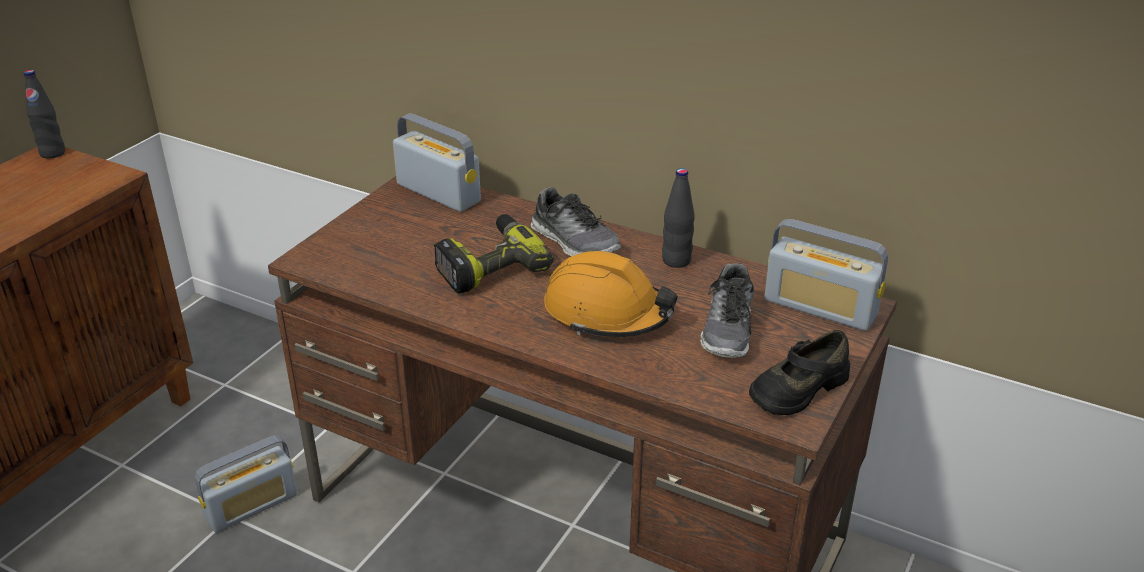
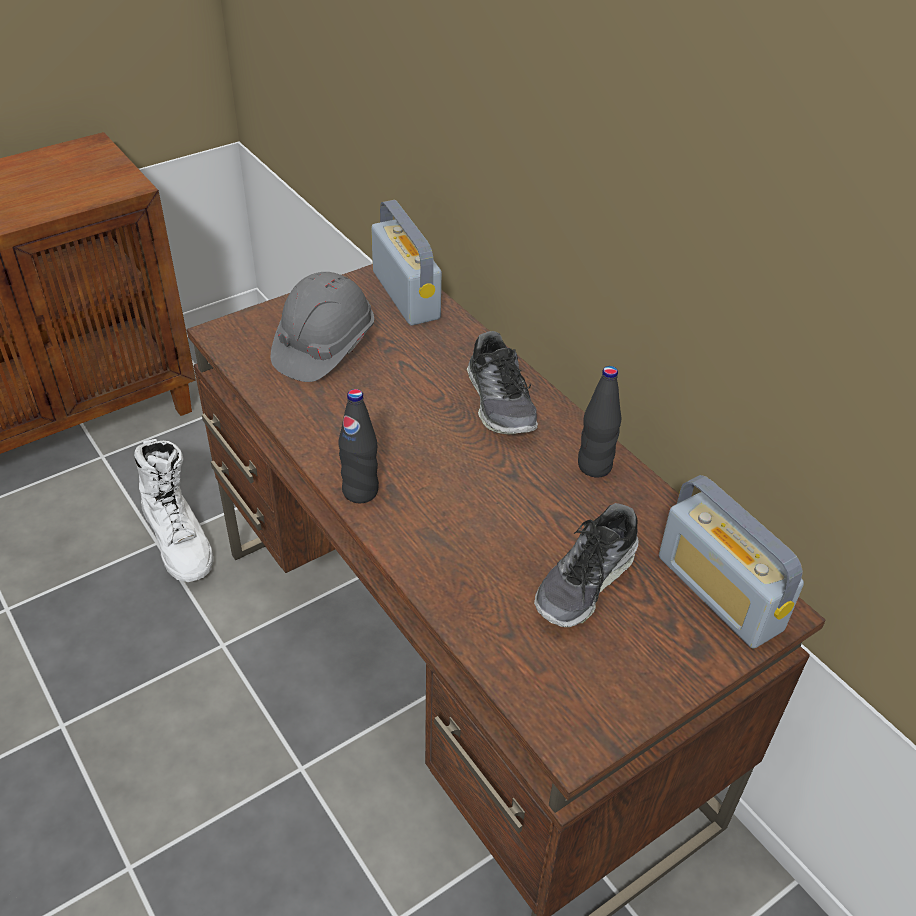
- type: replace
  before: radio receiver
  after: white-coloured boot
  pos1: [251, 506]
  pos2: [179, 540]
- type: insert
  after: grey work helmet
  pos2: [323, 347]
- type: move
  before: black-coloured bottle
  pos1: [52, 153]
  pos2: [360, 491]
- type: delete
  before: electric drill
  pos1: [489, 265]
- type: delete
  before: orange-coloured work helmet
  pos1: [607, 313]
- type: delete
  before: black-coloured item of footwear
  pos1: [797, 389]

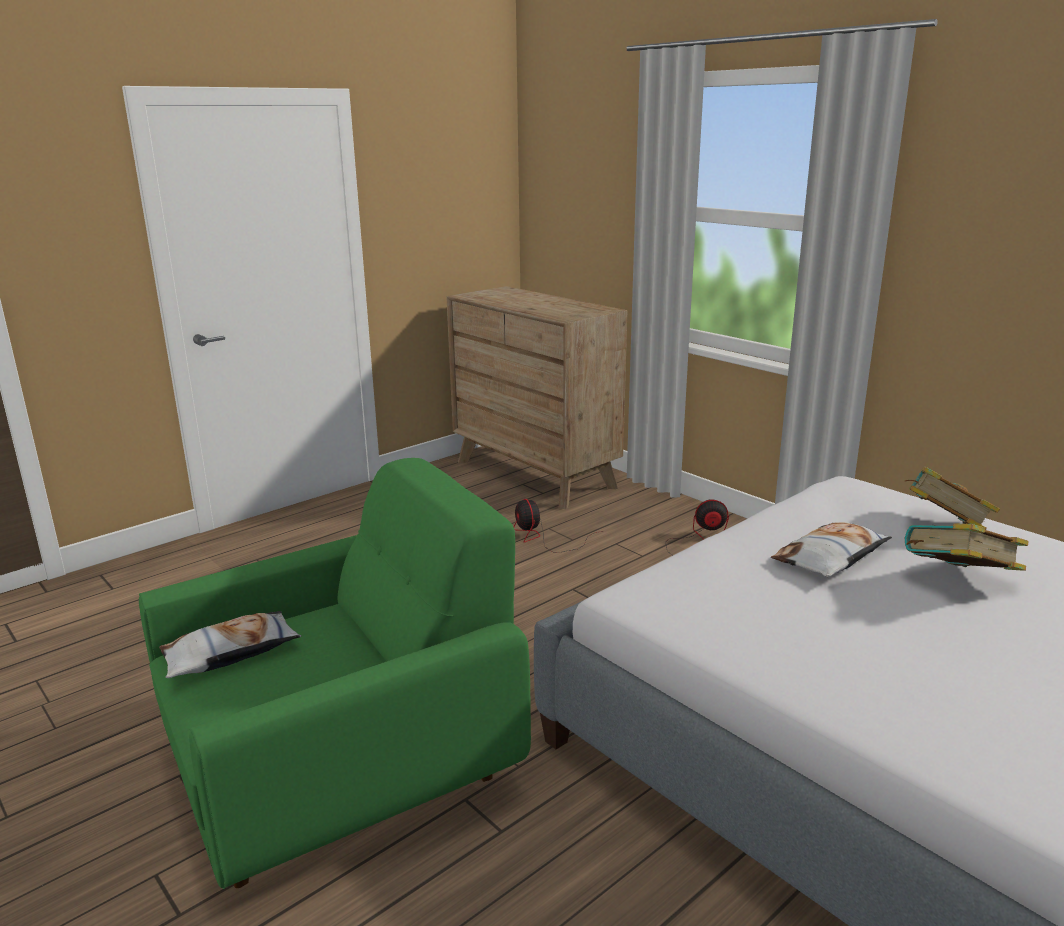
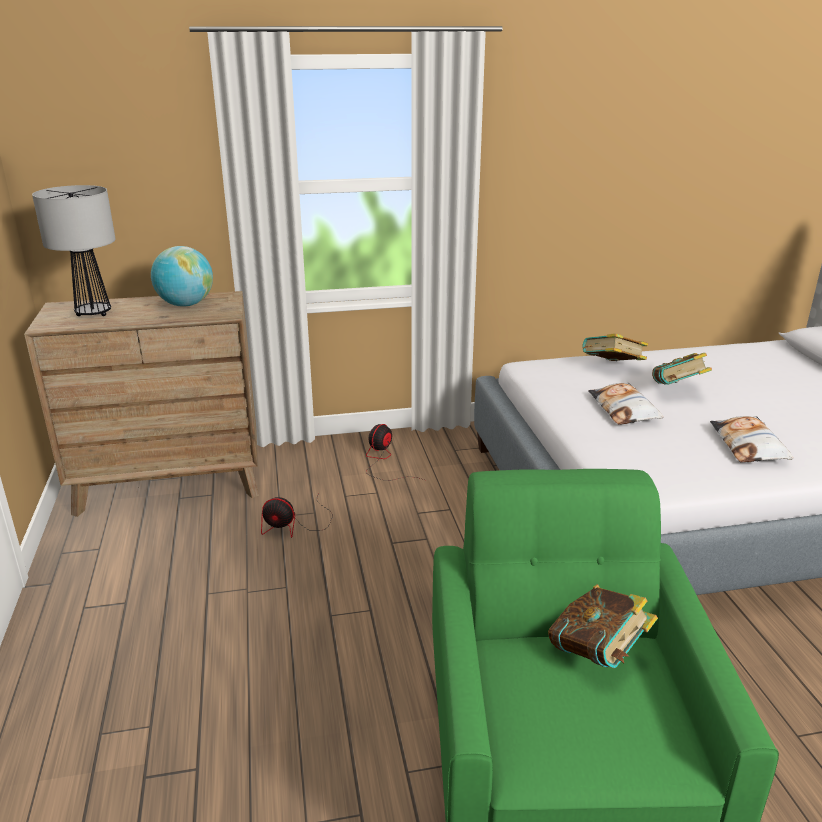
- type: insert
  after: tabletop lamp
  pos2: [93, 313]
- type: insert
  after: world globe
  pos2: [186, 304]
- type: insert
  after: volume
  pos2: [597, 652]
- type: move
  before: cushion
  pos1: [230, 653]
  pos2: [748, 446]

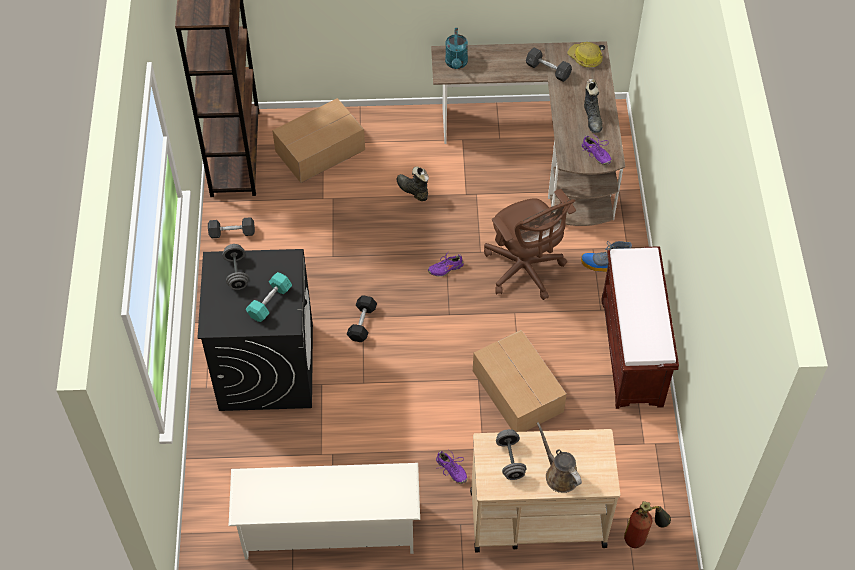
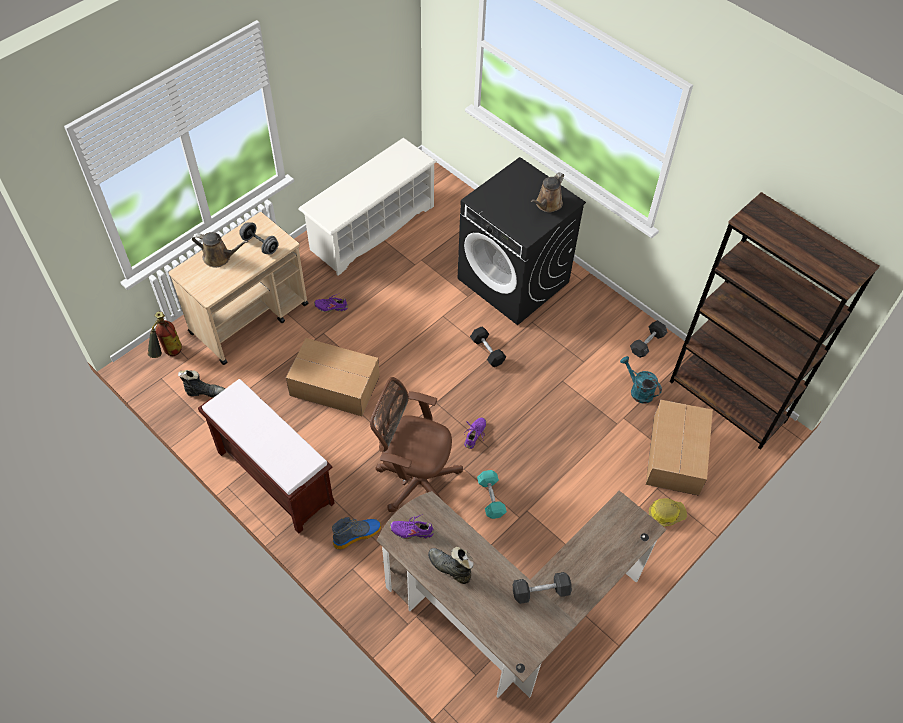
- type: move
  before: black-coloured boot
  pos1: [412, 190]
  pos2: [205, 392]
- type: move
  before: turquoise dumbbell
  pos1: [270, 302]
  pos2: [491, 498]
- type: replace
  before: grey dumbbell
  after: brownish watering can
  pos1: [237, 273]
  pos2: [547, 204]
- type: move
  before: turquoise watering can
  pos1: [456, 64]
  pos2: [638, 390]
- type: move
  before: work helmet
  pos1: [585, 58]
  pos2: [666, 514]

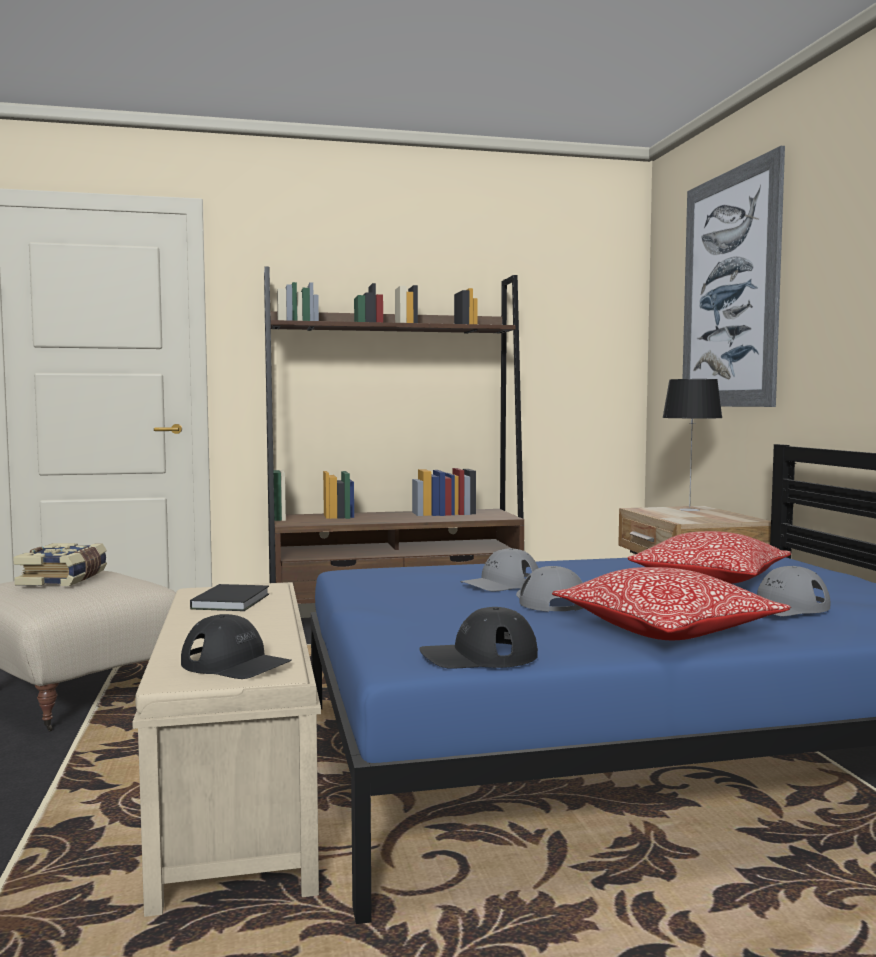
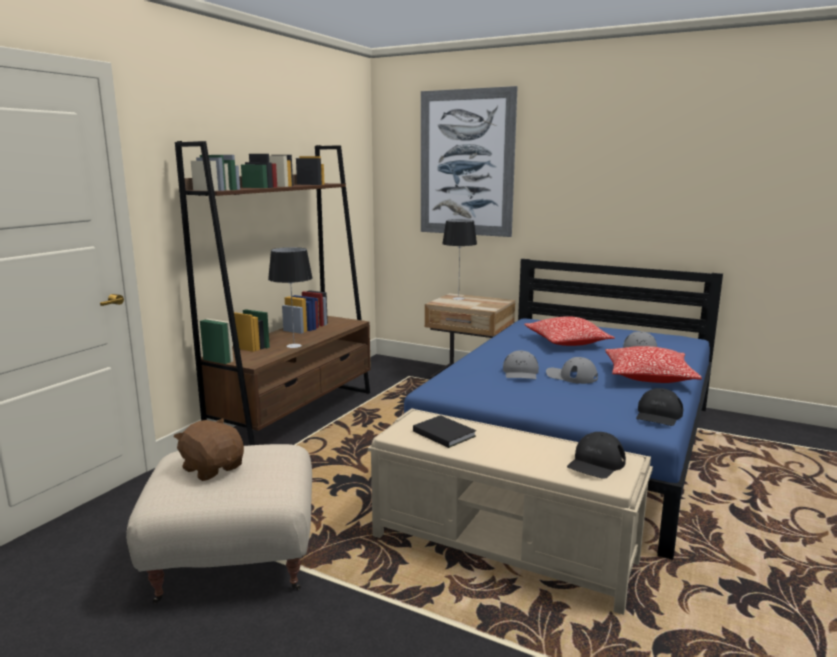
- type: replace
  before: volume
  after: brownish cuddly toy
  pos1: [65, 579]
  pos2: [213, 468]
- type: insert
  after: tabletop lamp
  pos2: [294, 345]
- type: rotate
  before: black-coloured peaked cap
  pos1: [235, 664]
  pos2: [596, 463]
  turn: 150

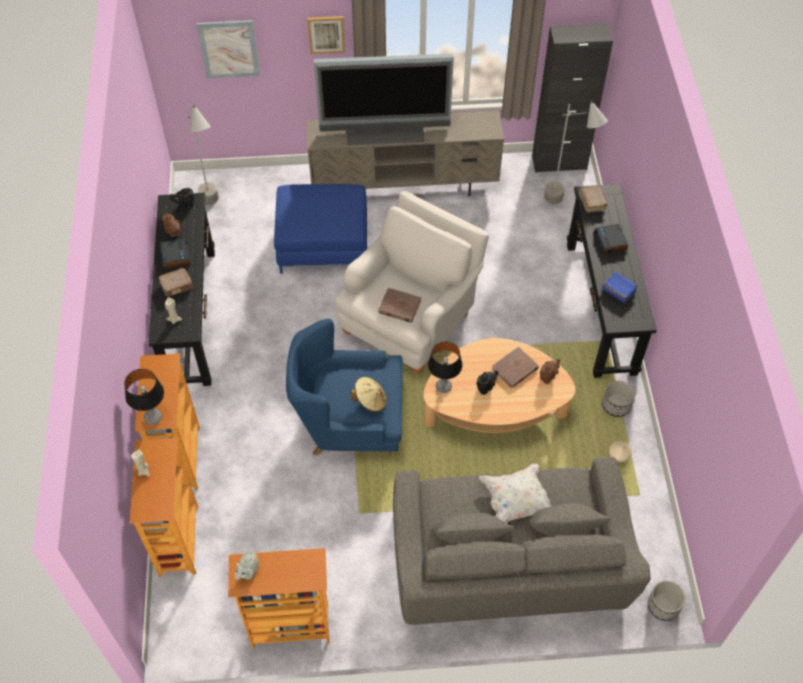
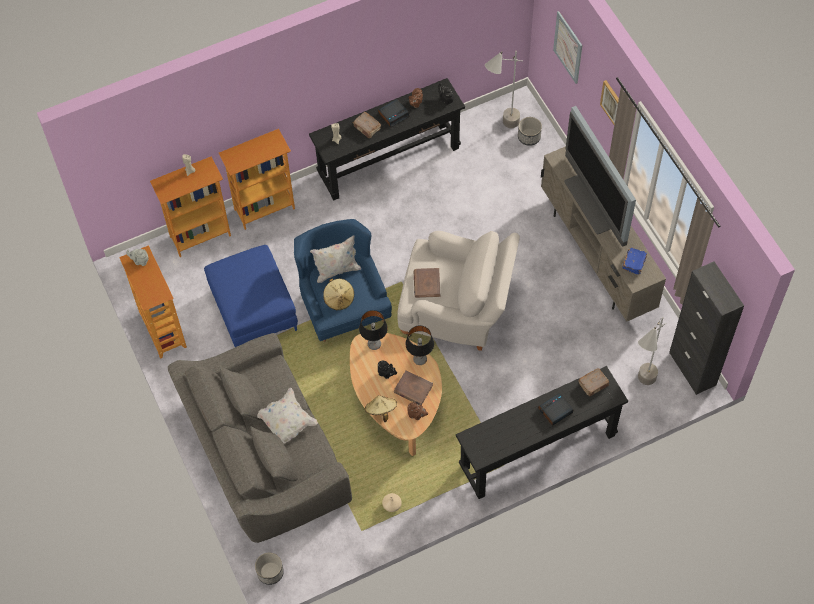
- type: move
  before: blue-coloured pouffe
  pos1: [324, 245]
  pos2: [254, 310]
- type: insert
  after: white-coloured cushion
  pos2: [336, 270]
- type: insert
  after: beige-coloured clothing hat
  pos2: [381, 411]
- type: move
  before: tabletop lamp
  pos1: [153, 418]
  pos2: [420, 359]
- type: move
  before: plant pot
  pos1: [616, 406]
  pos2: [529, 137]
- type: move
  before: blue-coloured volume
  pos1: [618, 290]
  pos2: [634, 263]

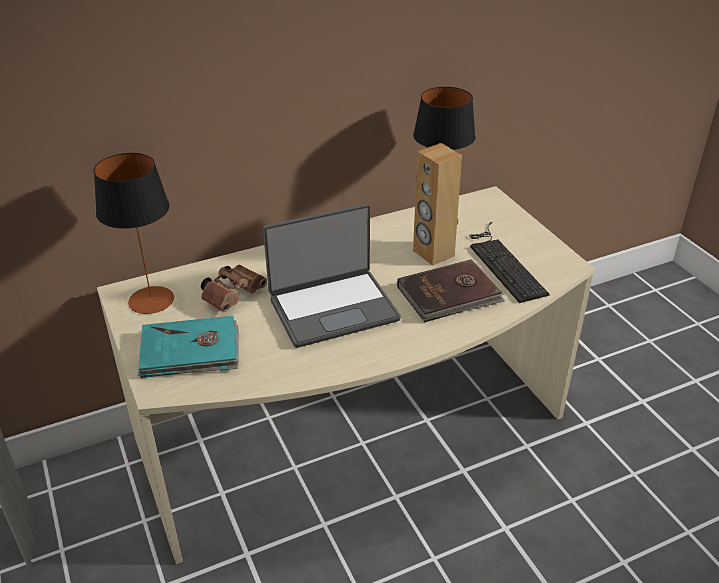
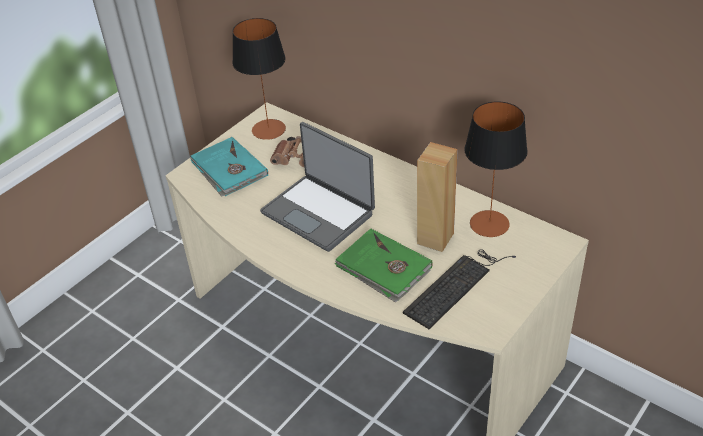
- type: recolor
  before: brownish volume
  after: green volume
  pos1: [450, 294]
  pos2: [383, 268]

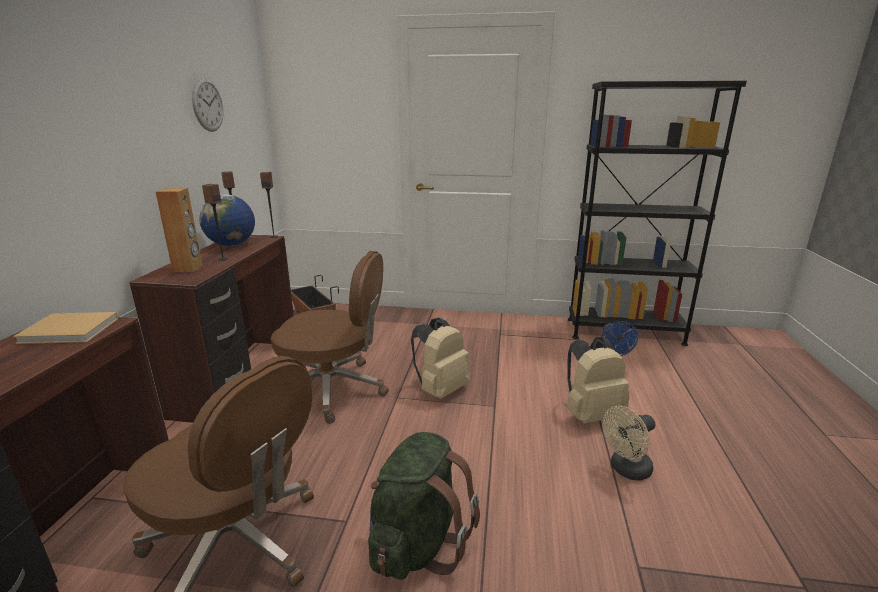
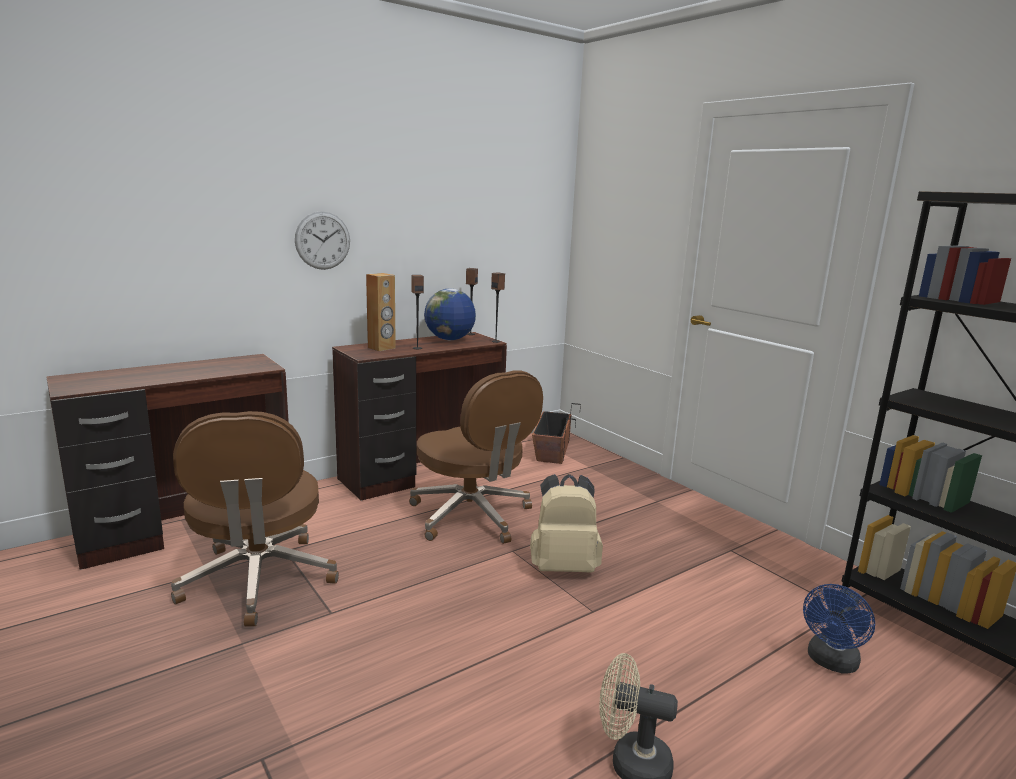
- type: move
  before: wall clock
  pos1: [208, 105]
  pos2: [322, 240]
- type: delete
  before: beige-coloured volume
  pos1: [72, 330]
- type: delete
  before: green rucksack
  pos1: [418, 543]
- type: delete
  before: beige-coloured rucksack
  pos1: [591, 414]

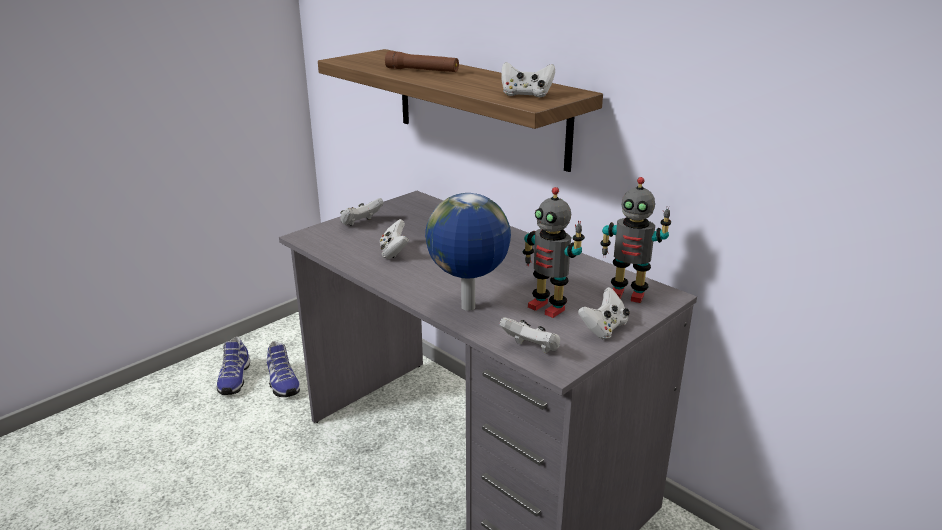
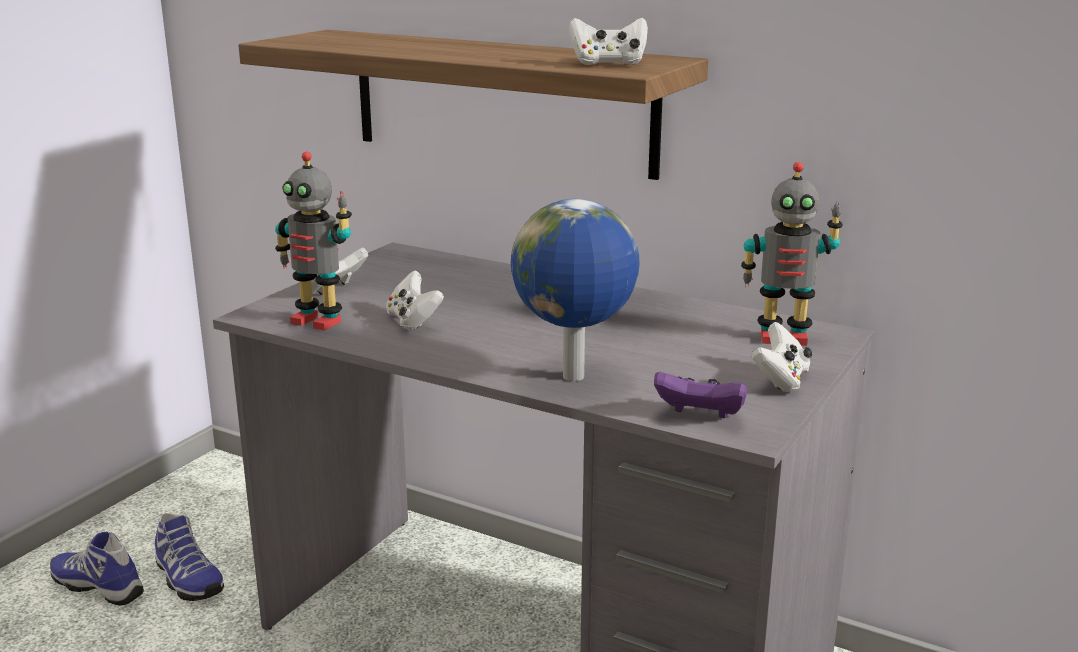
- type: rotate
  before: item of footwear
  pos1: [234, 379]
  pos2: [100, 586]
  turn: 135
- type: move
  before: model robot
  pos1: [548, 307]
  pos2: [318, 321]
- type: recolor
  before: white-coloured gamepad
  after: purple-coloured gamepad
  pos1: [531, 349]
  pos2: [700, 416]
- type: delete
  before: brownish hand torch
  pos1: [422, 70]

